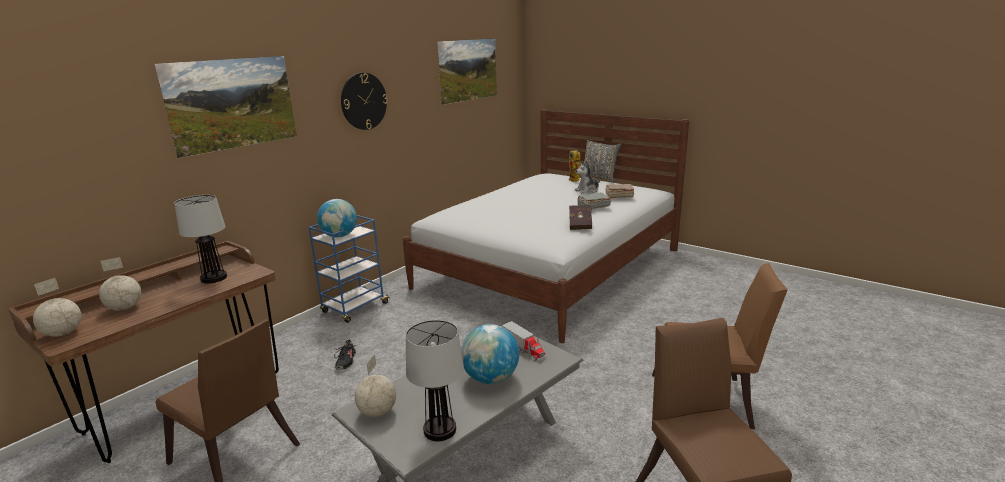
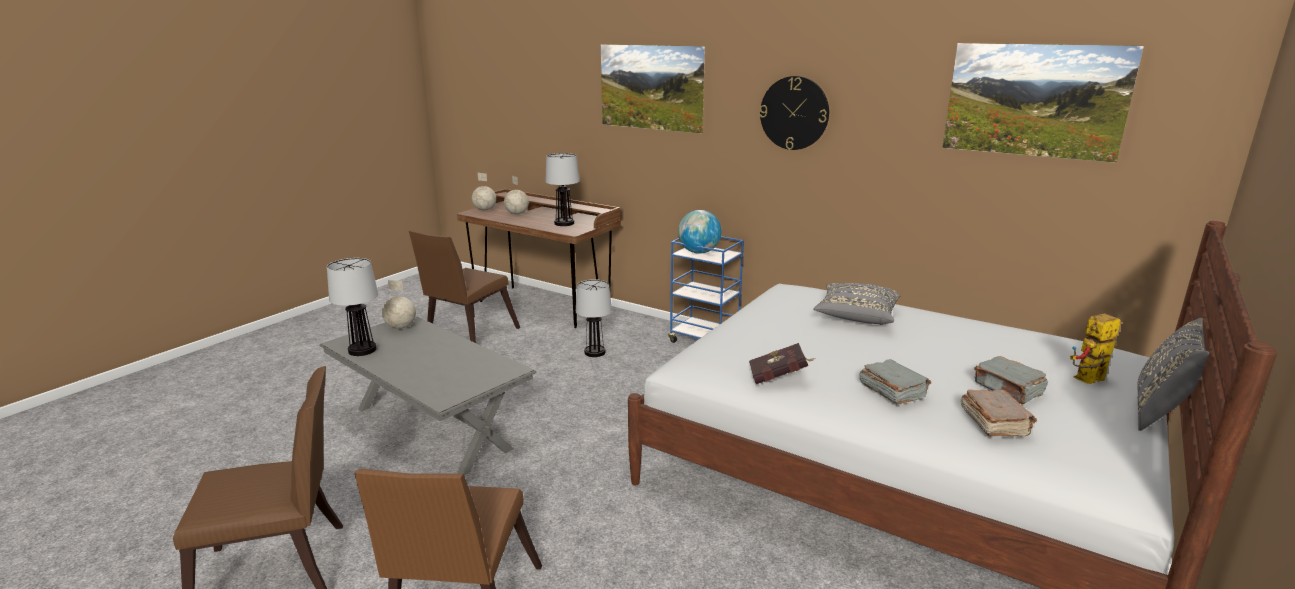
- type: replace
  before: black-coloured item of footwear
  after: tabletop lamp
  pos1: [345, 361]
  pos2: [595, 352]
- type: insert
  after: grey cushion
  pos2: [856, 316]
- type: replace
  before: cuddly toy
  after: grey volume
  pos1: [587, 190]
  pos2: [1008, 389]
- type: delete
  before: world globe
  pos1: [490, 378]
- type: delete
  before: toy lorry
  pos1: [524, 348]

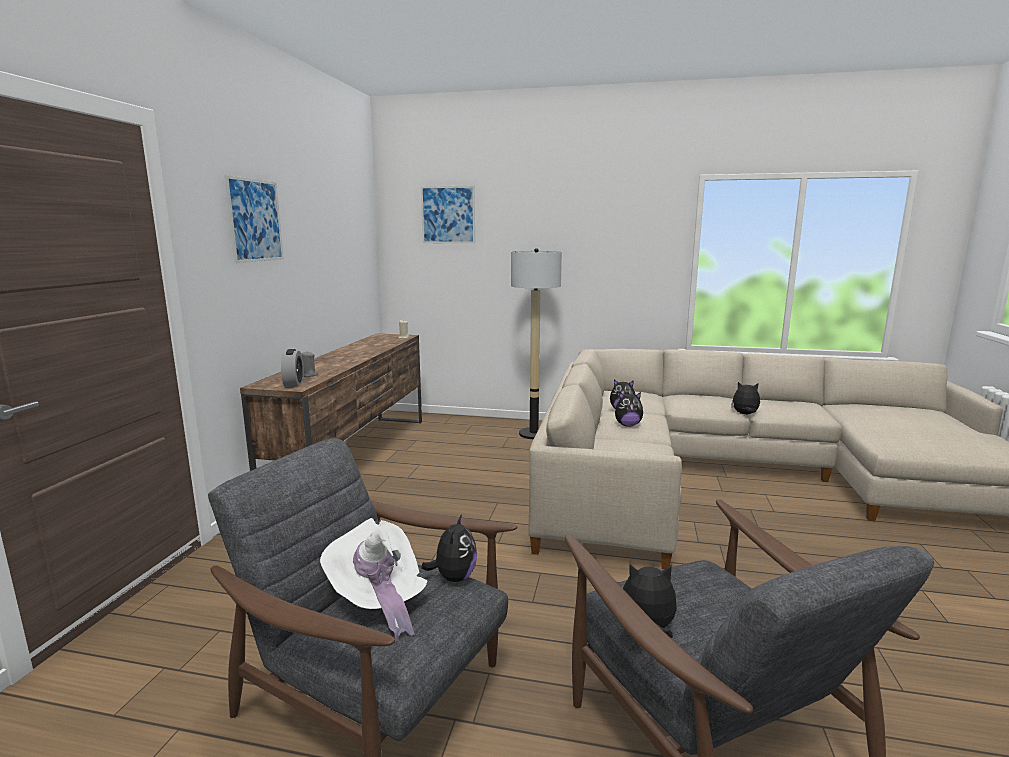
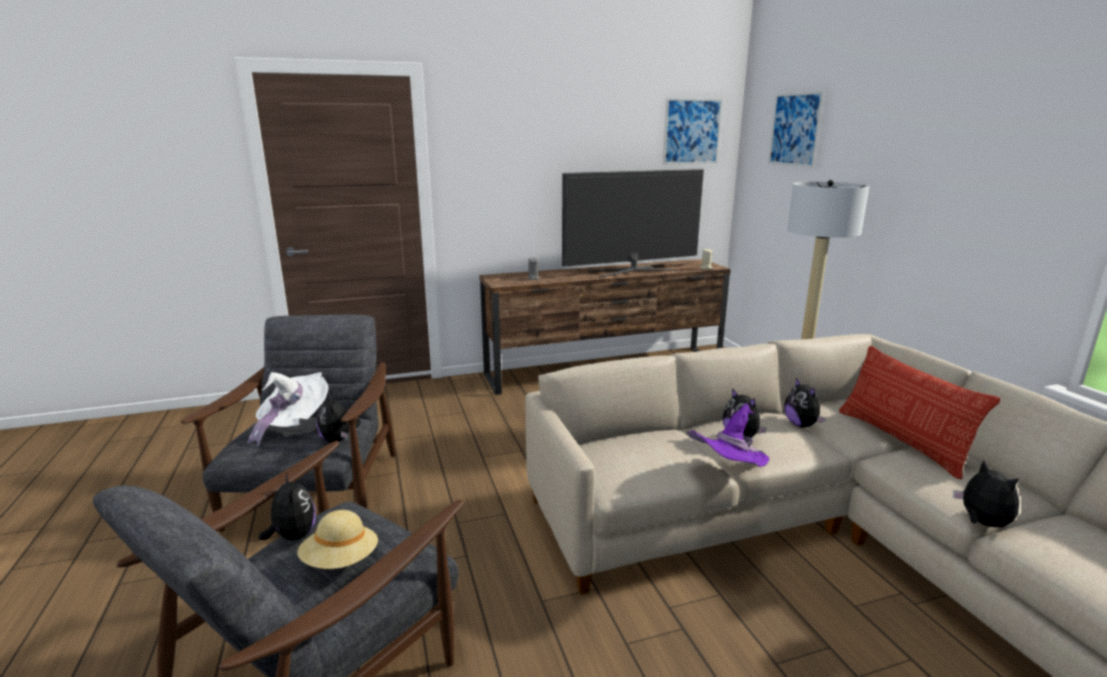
- type: insert
  after: beige-coloured clothing hat
  pos2: [341, 561]
- type: rotate
  before: cuddly toy
  pos1: [454, 577]
  pos2: [338, 440]
  turn: 90
- type: insert
  after: TV set
  pos2: [632, 270]
- type: move
  before: wall picture
  pos1: [255, 220]
  pos2: [692, 131]
- type: insert
  after: purple-coloured clothing hat
  pos2: [729, 475]
- type: insert
  after: cushion
  pos2: [901, 440]
- type: delete
  before: table clock
  pos1: [294, 383]

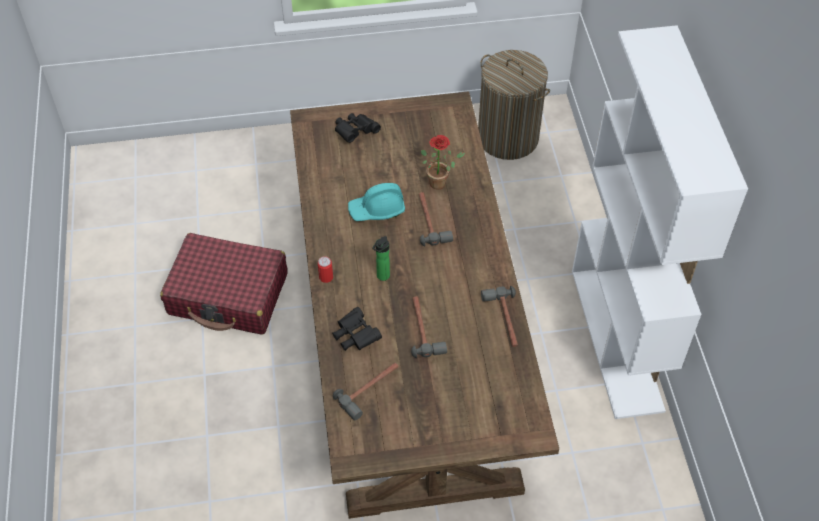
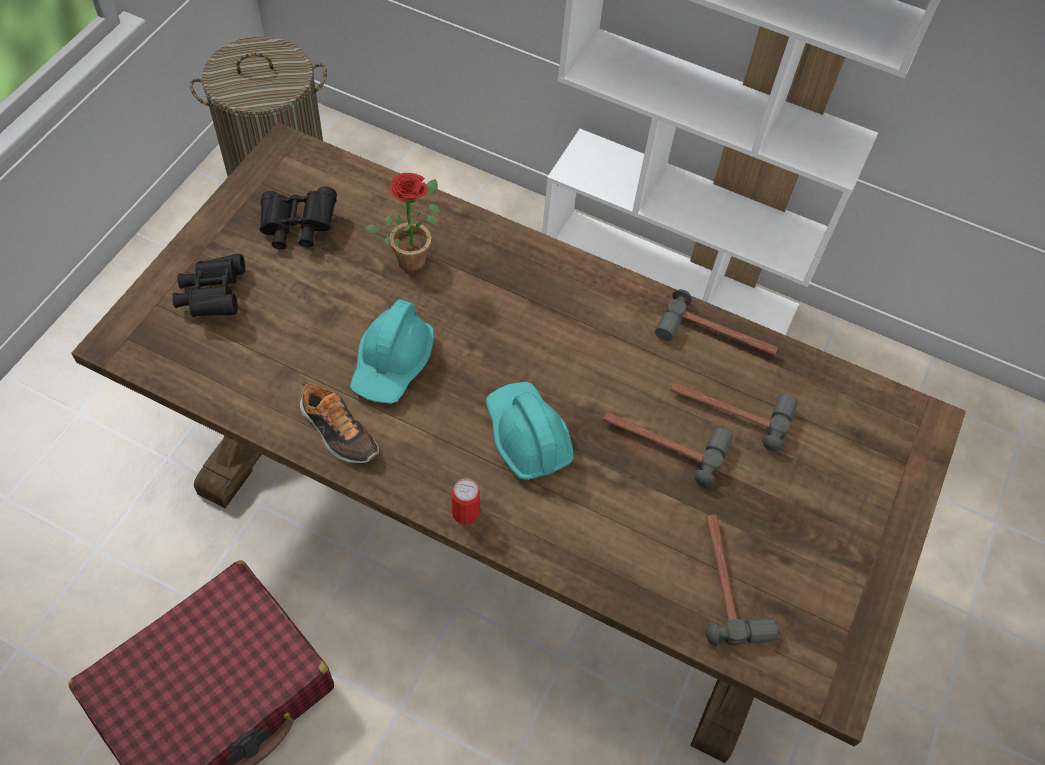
- type: move
  before: black-coloured binoculars
  pos1: [355, 336]
  pos2: [297, 228]
- type: insert
  after: item of footwear
  pos2: [338, 432]
- type: replace
  before: bottle
  after: turquoise work helmet
  pos1: [382, 277]
  pos2: [526, 436]
- type: move
  before: tool hammer
  pos1: [430, 221]
  pos2: [728, 410]

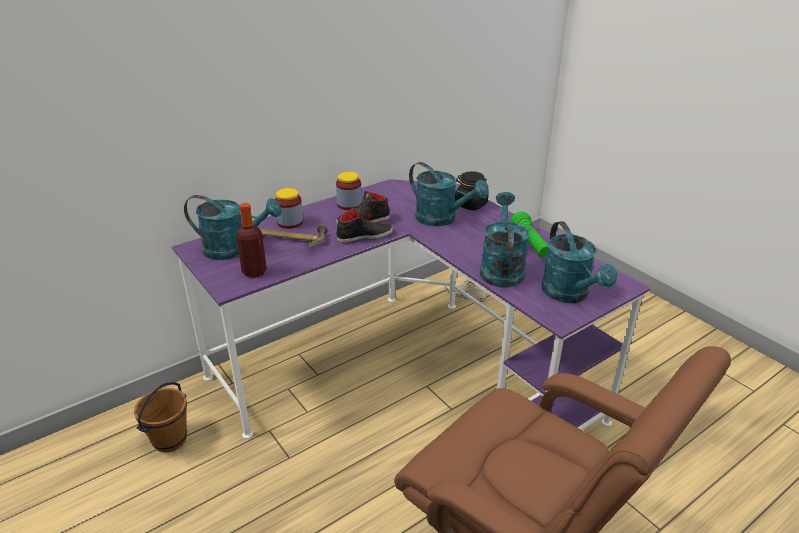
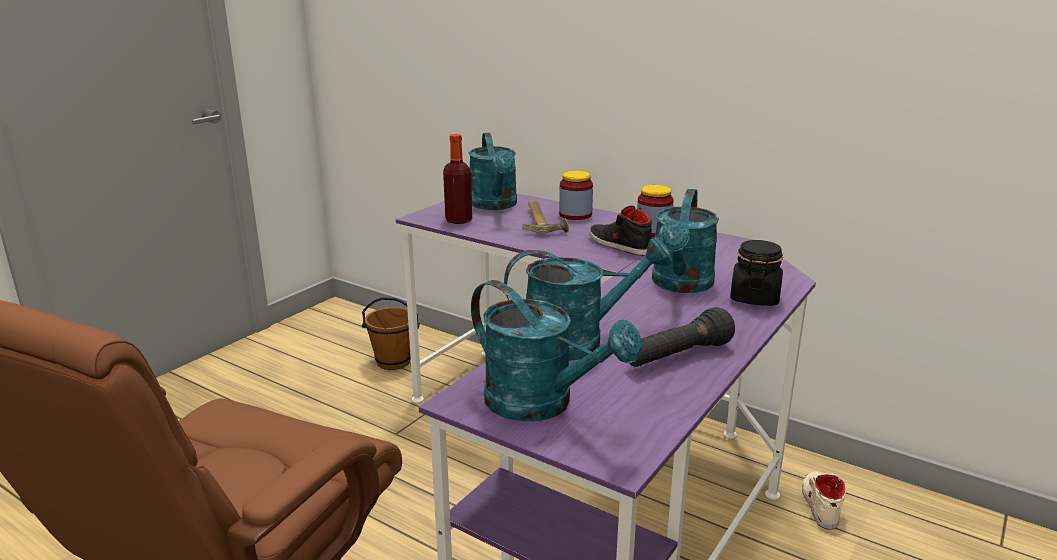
- type: rotate
  before: turquoise watering can
  pos1: [570, 295]
  pos2: [542, 404]
  turn: -105
- type: recolor
  before: green hand torch
  after: black-coloured hand torch
  pos1: [530, 244]
  pos2: [677, 356]
- type: delete
  before: black-coloured item of footwear
  pos1: [364, 236]

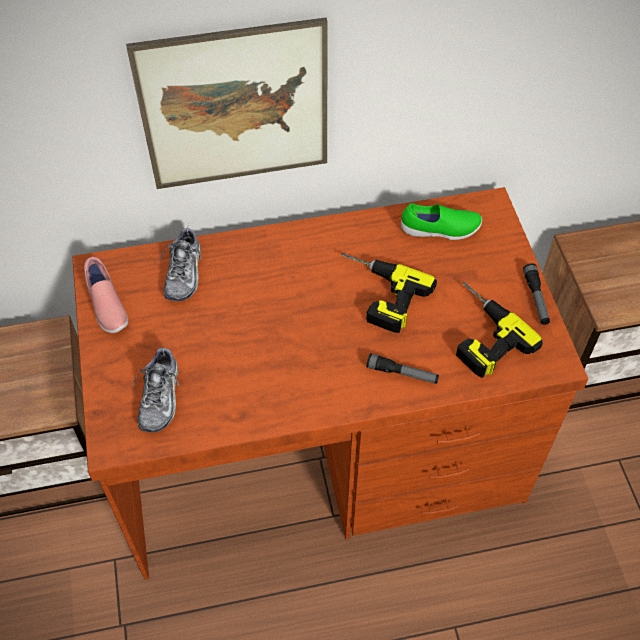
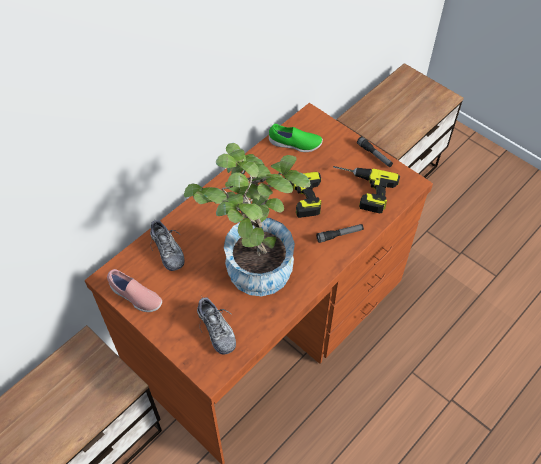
- type: insert
  after: plant in a pot
  pos2: [253, 261]
- type: rotate
  before: green item of footwear
  pos1: [440, 230]
  pos2: [295, 145]
  turn: 45
- type: delete
  before: wall picture
  pos1: [235, 107]

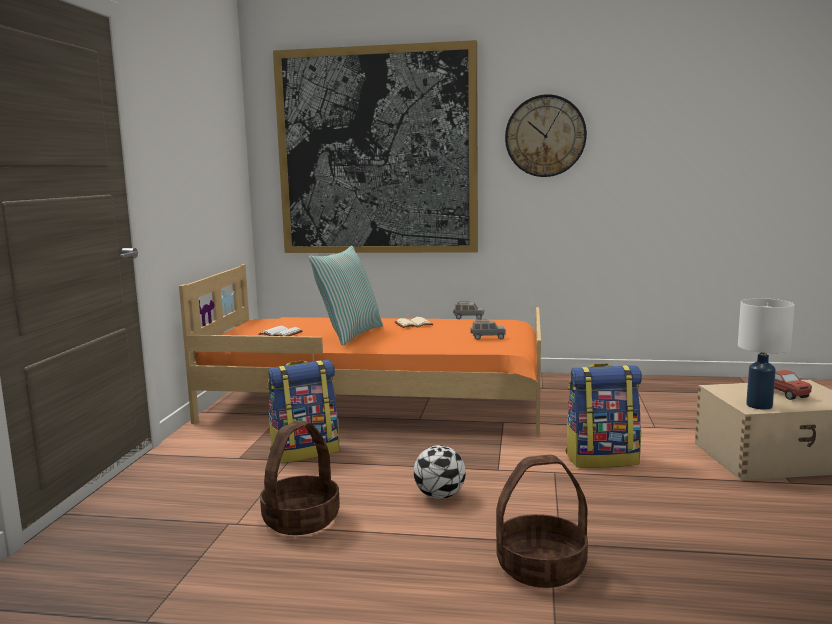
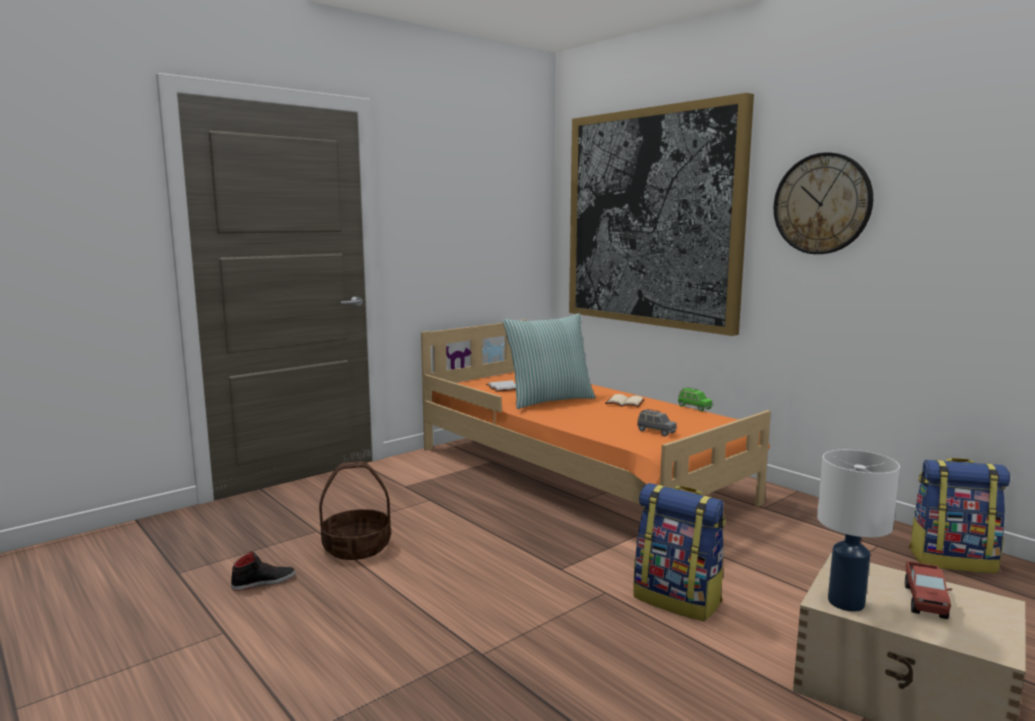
- type: insert
  after: black-coloured item of footwear
  pos2: [263, 581]
- type: recolor
  before: grey toy car
  after: green toy car
  pos1: [468, 318]
  pos2: [694, 407]
- type: move
  before: rucksack
  pos1: [305, 451]
  pos2: [952, 560]
- type: delete
  before: ball for football
  pos1: [439, 496]
- type: delete
  before: basket
  pos1: [540, 567]

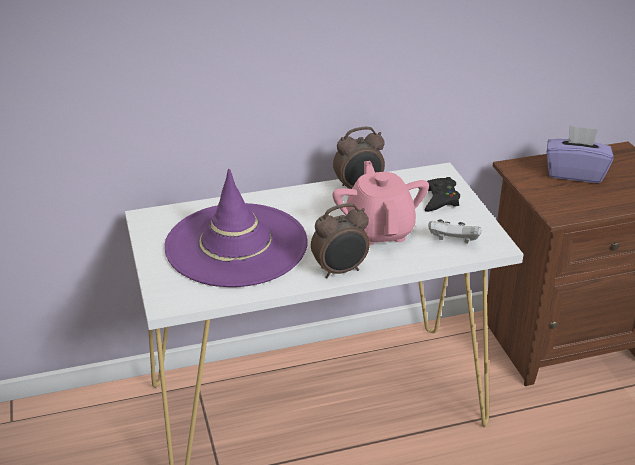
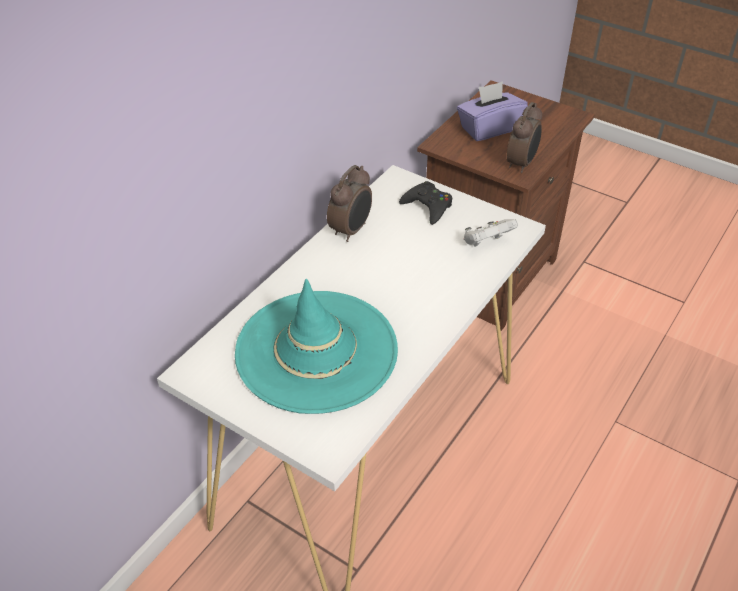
- type: recolor
  before: purple-coloured clothing hat
  after: turquoise clothing hat
  pos1: [236, 245]
  pos2: [316, 351]
- type: move
  before: table clock
  pos1: [340, 271]
  pos2: [521, 164]
- type: delete
  before: pinkish pot for tea
  pos1: [379, 230]

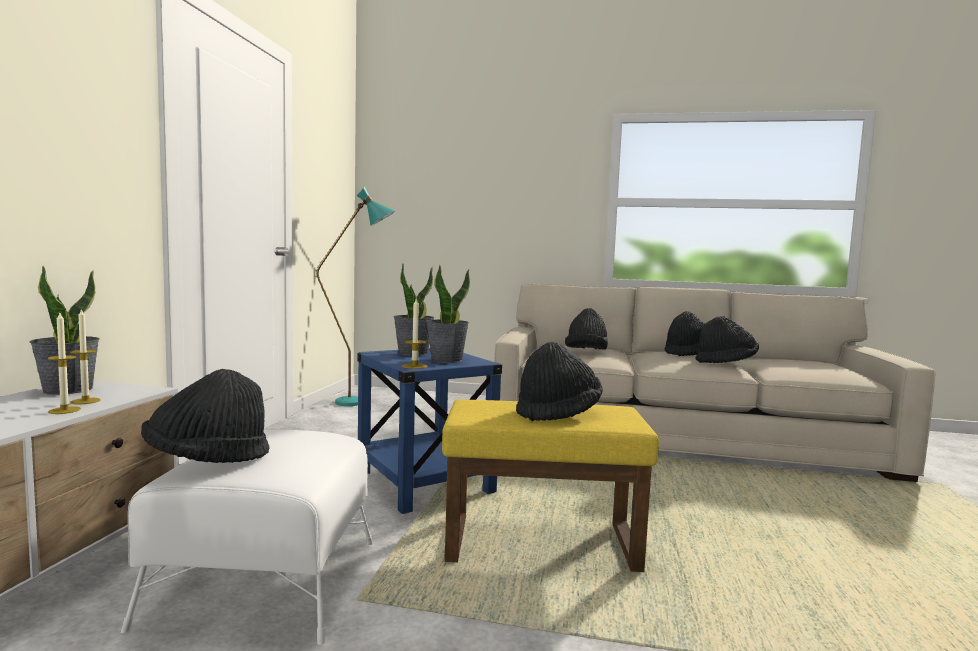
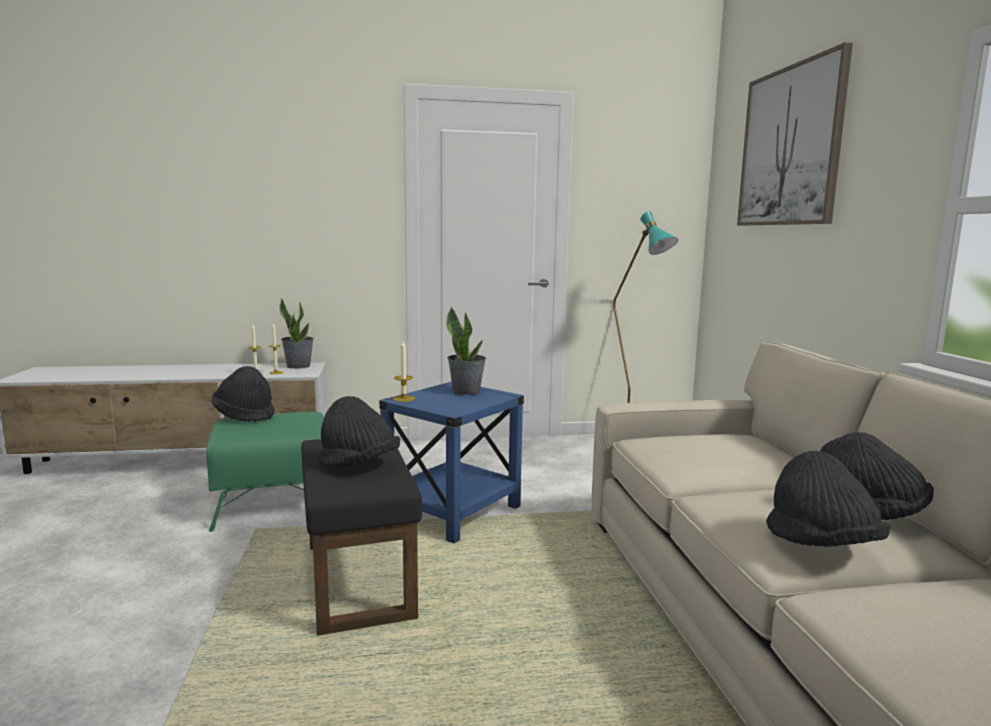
- type: recolor
  before: white-coloured pouffe
  after: green pouffe
  pos1: [267, 580]
  pos2: [275, 501]
- type: recolor
  before: yellow-coloured pouffe
  after: black-coloured pouffe
  pos1: [538, 544]
  pos2: [356, 578]
- type: insert
  after: wall picture
  pos2: [790, 146]
- type: delete
  before: plant in a pot
  pos1: [446, 360]
- type: delete
  before: black-coloured clothing hat
  pos1: [586, 352]

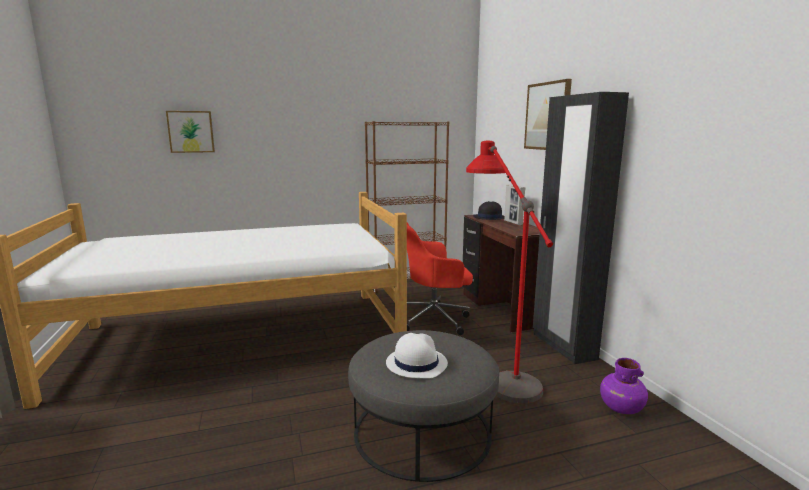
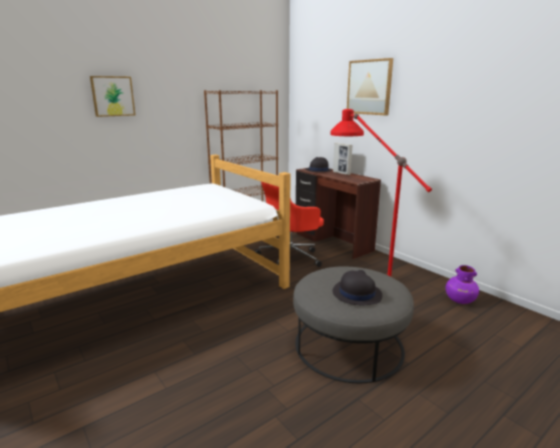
- type: move
  before: wall picture
  pos1: [191, 131]
  pos2: [112, 96]
- type: recolor
  before: white-coloured clothing hat
  after: black-coloured clothing hat
  pos1: [416, 363]
  pos2: [356, 293]
- type: delete
  before: black-coloured wardrobe
  pos1: [563, 346]

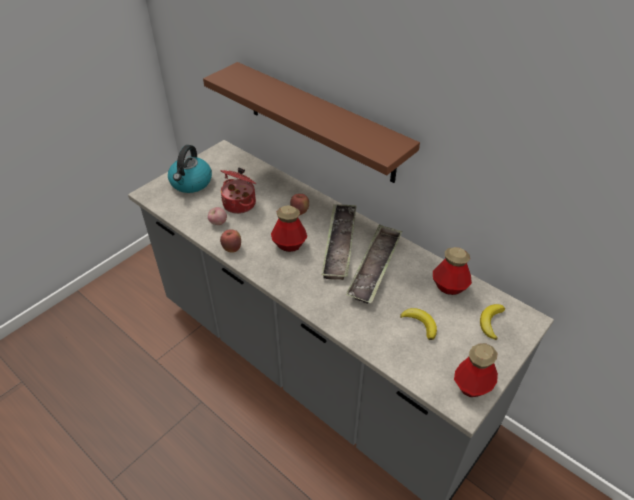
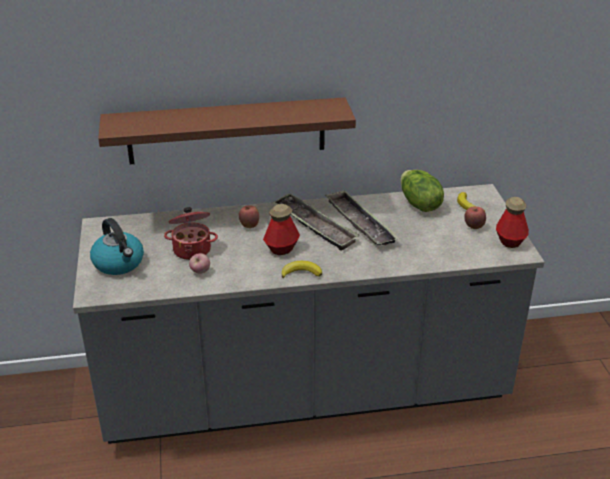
- type: move
  before: whole banana
  pos1: [420, 324]
  pos2: [301, 272]
- type: replace
  before: bottle
  after: lettuce head
  pos1: [449, 287]
  pos2: [419, 204]
- type: move
  before: whole apple
  pos1: [232, 248]
  pos2: [474, 227]

